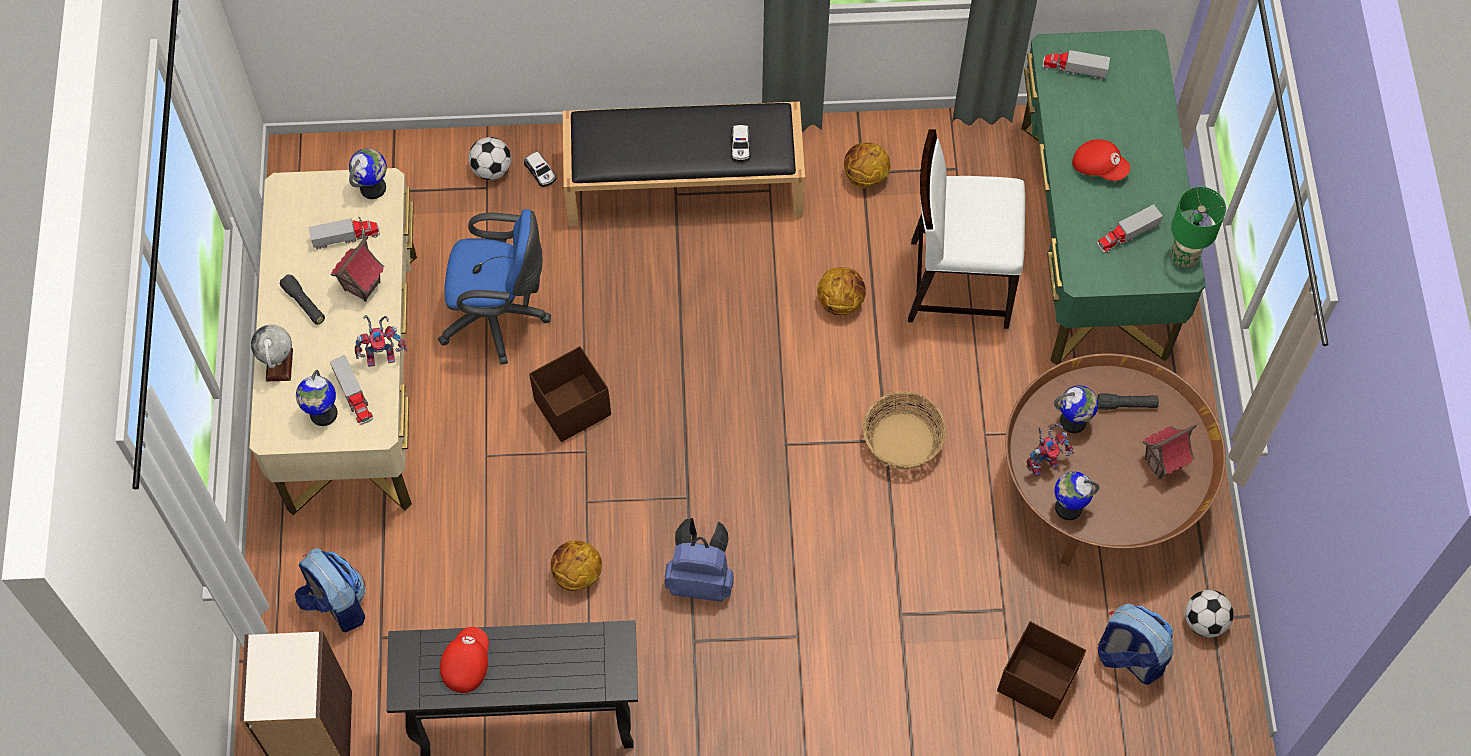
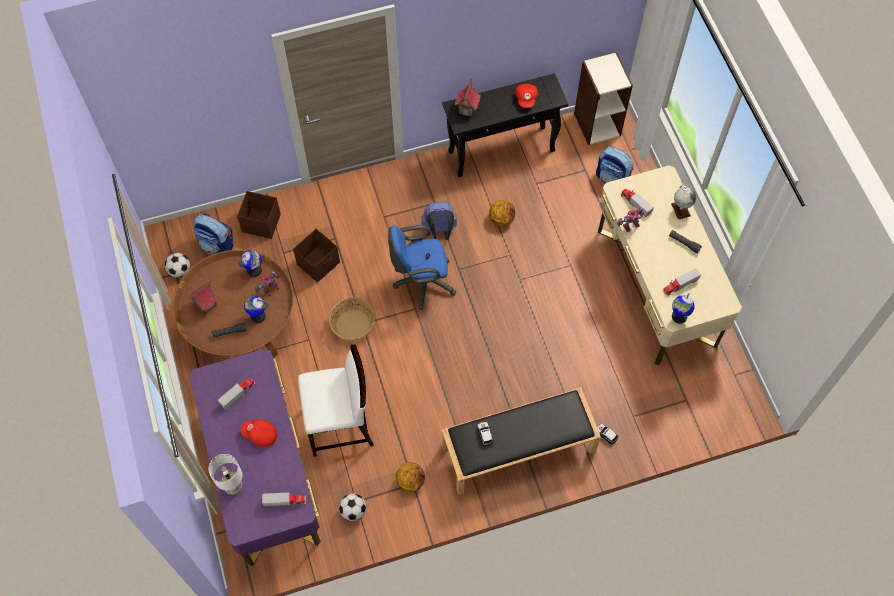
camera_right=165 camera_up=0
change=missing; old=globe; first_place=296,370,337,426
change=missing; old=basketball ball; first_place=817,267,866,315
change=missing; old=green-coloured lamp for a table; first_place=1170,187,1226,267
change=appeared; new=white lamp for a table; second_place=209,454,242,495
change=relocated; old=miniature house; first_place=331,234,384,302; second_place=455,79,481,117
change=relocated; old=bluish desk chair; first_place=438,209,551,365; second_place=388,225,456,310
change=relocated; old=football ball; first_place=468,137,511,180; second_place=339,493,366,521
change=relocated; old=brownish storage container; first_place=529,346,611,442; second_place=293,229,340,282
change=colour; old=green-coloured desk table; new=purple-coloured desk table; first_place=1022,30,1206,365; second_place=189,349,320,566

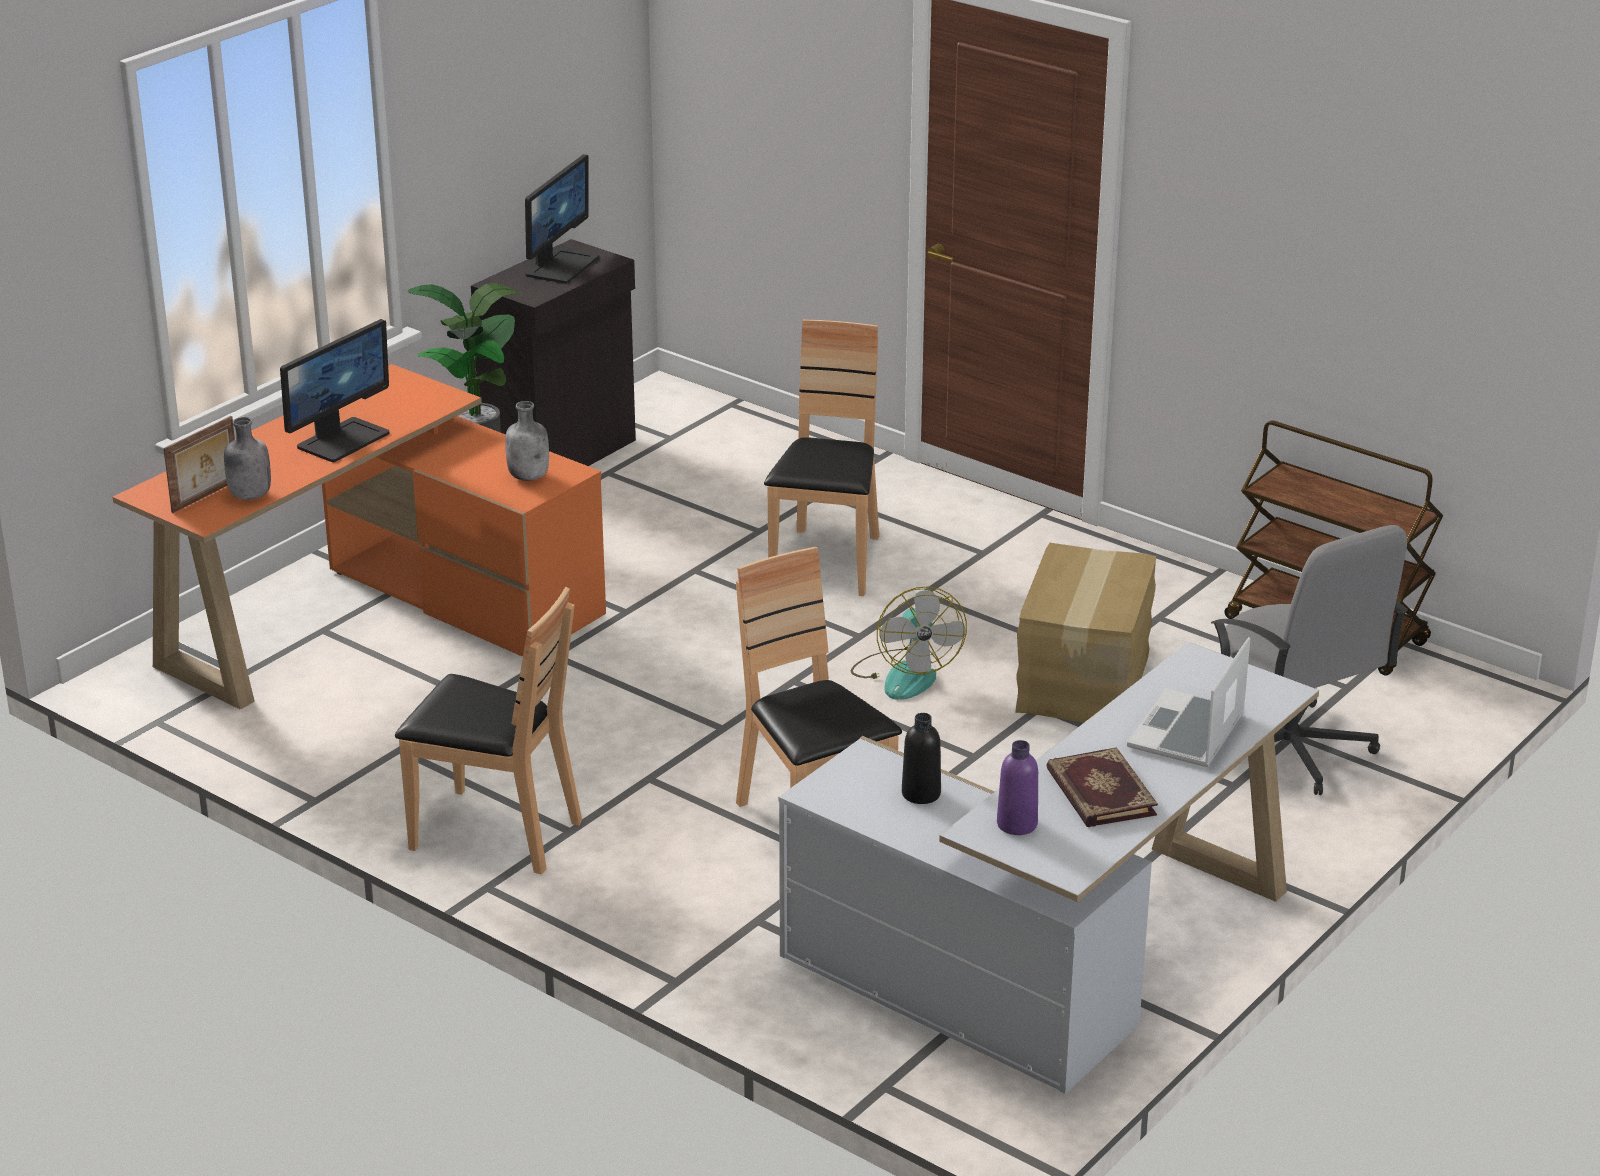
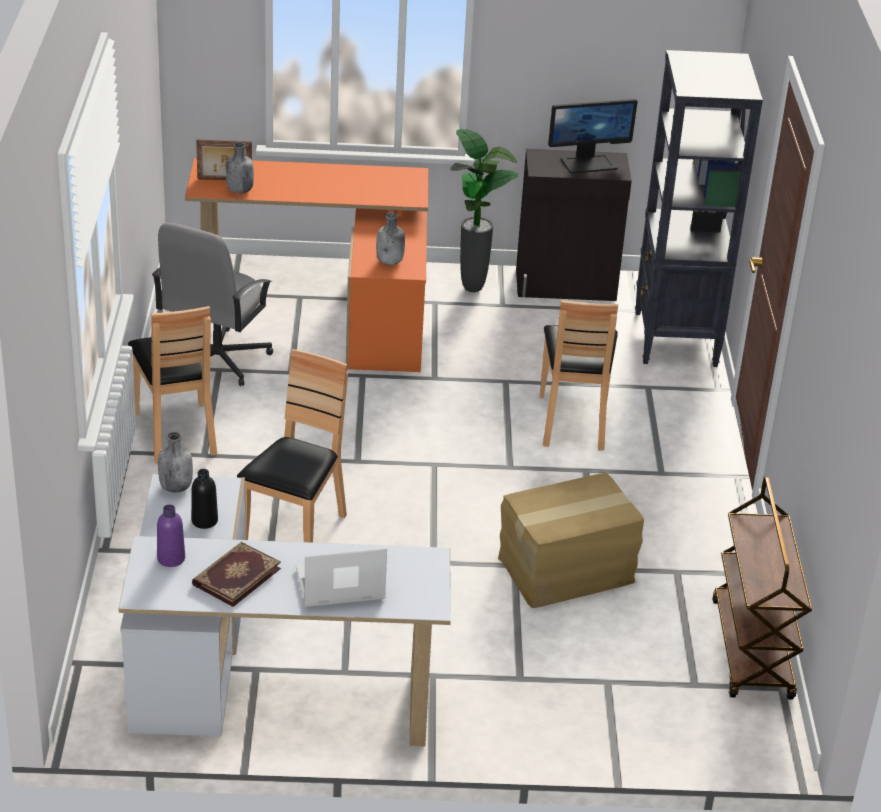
camera_right=50 camera_up=5
change=missing; old=computer display; first_place=280,319,389,462
change=missing; old=cooling fan; first_place=851,586,967,700
change=appeared; new=grey bottle; second_place=158,432,193,493
change=appeared; new=blackish bookshelf; second_place=635,50,763,367
change=relocated; old=grey desk chair; first_place=1211,525,1408,795; second_place=152,222,273,386
change=spun; old=brownish chair; first_place=764,319,879,596; second_place=540,300,618,450; degrees=120

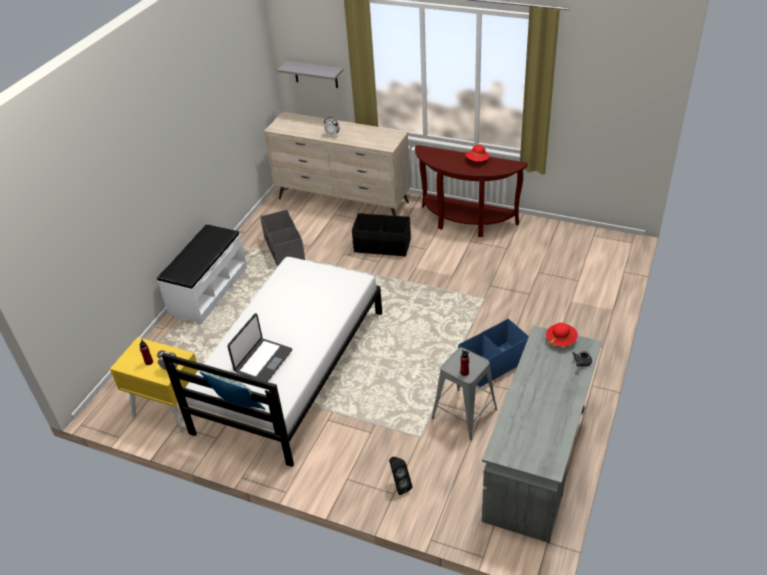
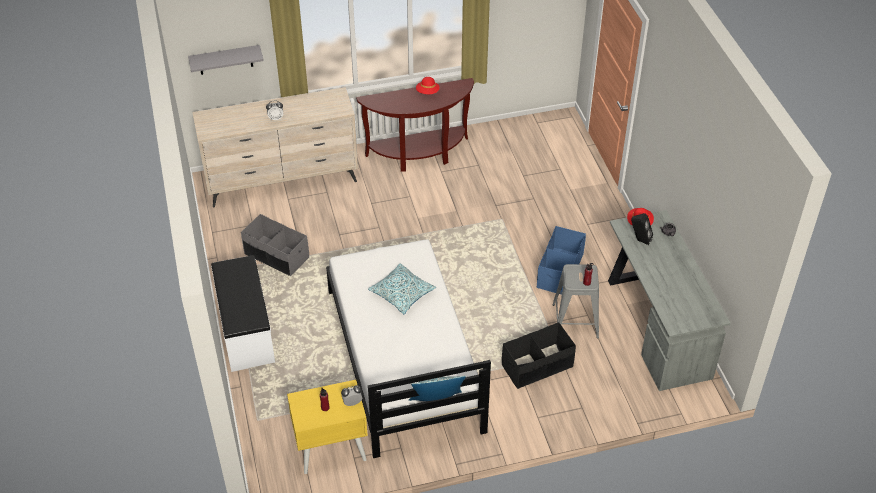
camera_right=-40 camera_up=5
change=missing; old=notebook computer; first_place=227,313,292,382
change=appeared; new=cushion; second_place=368,264,436,314
change=relocated; old=blackish storage container; first_place=352,213,411,257; second_place=502,322,576,389
change=relocated; old=blackish loudspeaker; first_place=389,457,412,495; second_place=631,213,653,245

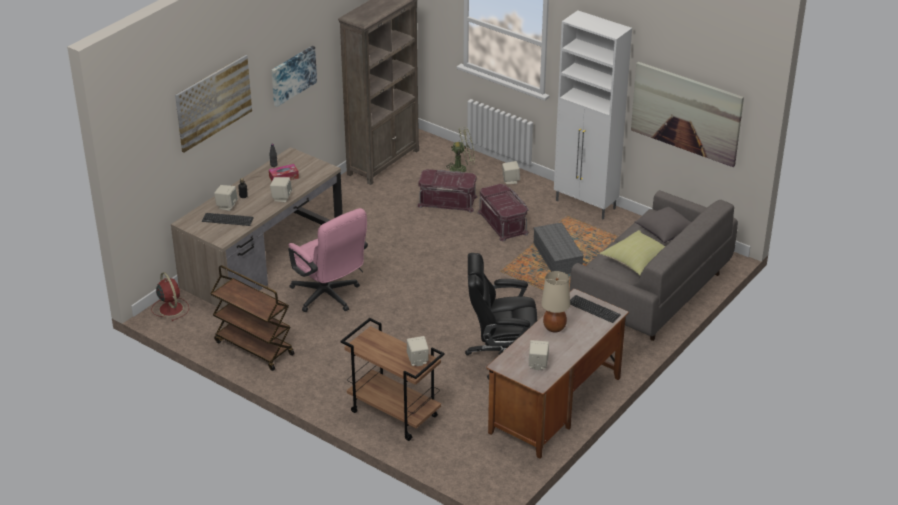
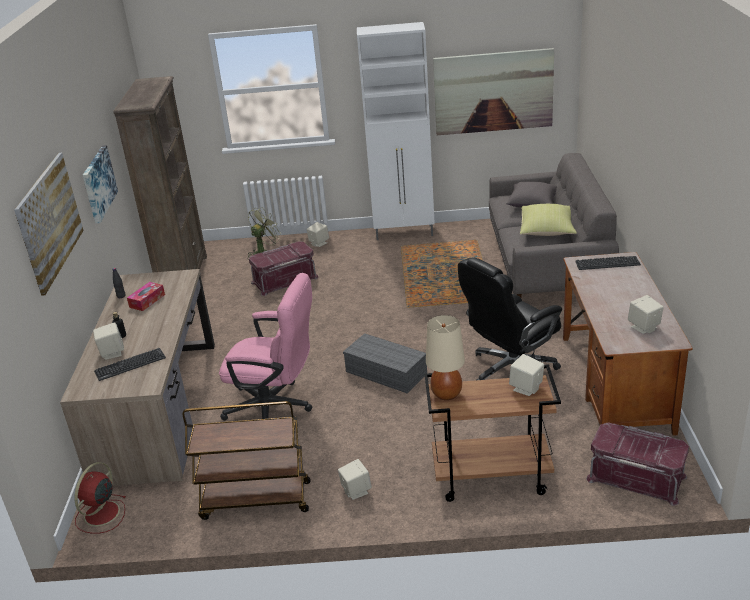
camera_right=-35 camera_up=-5
change=relocated; old=sand-coloured loudspeaker; first_place=270,177,292,202; second_place=338,459,372,500
change=relocated; old=red storage container; first_place=477,184,529,242; second_place=586,422,689,506
change=relocated; old=grey storage container; first_place=534,222,584,274; second_place=343,333,427,393
change=relocated; old=sand-coloured lamp for a table; first_place=541,271,570,333; second_place=426,315,465,400
change=spun; old=red cooling fan; first_place=151,272,189,321; second_place=74,462,126,534; degrees=-90

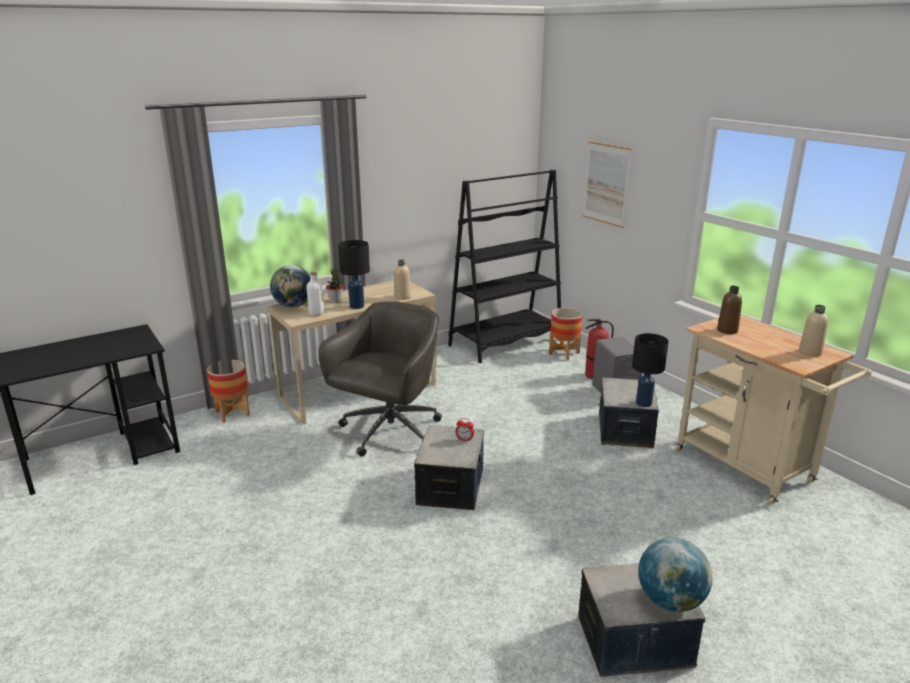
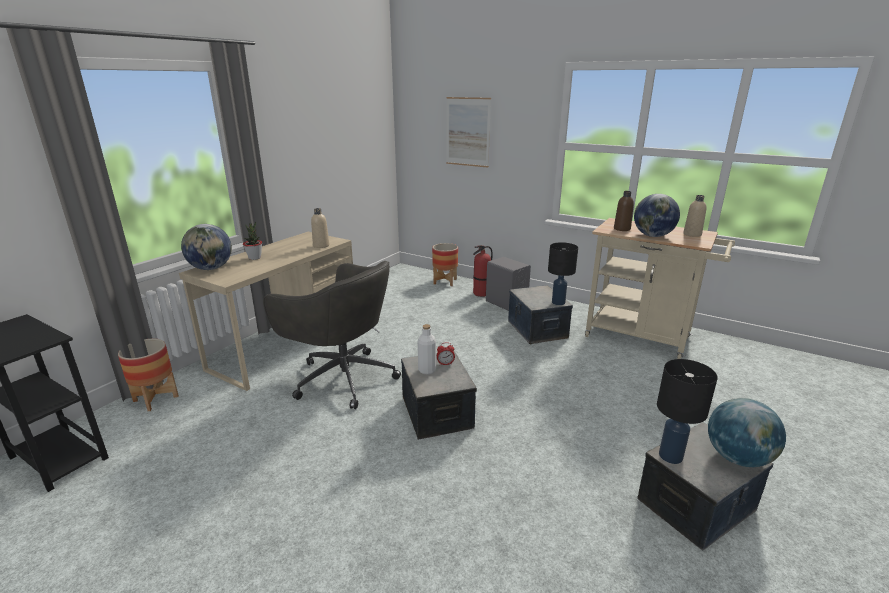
camera_right=-25 camera_up=0
change=missing; old=blackish bookshelf; first_place=448,170,561,363
change=appeared; new=globe; second_place=634,194,680,237
change=relocated; old=white bottle; first_place=306,272,324,316; second_place=418,324,436,374
change=relocated; old=blackish lamp for a table; first_place=338,240,370,309; second_place=657,359,718,464
change=spun; old=grey desk chair; first_place=318,301,442,456; second_place=263,261,401,409; degrees=120

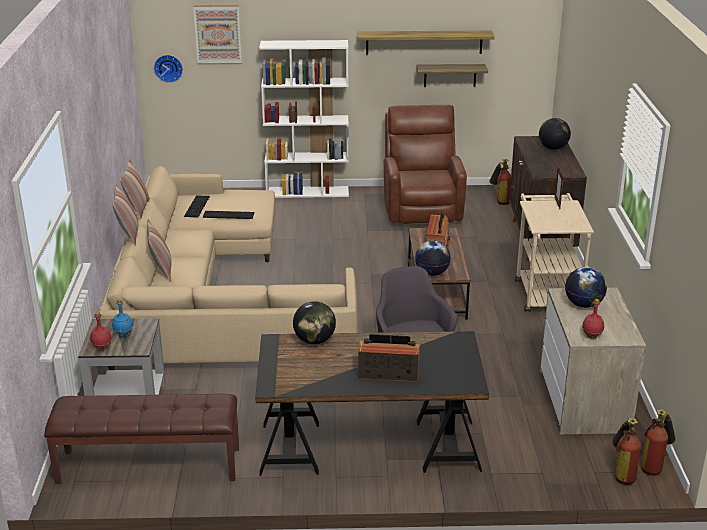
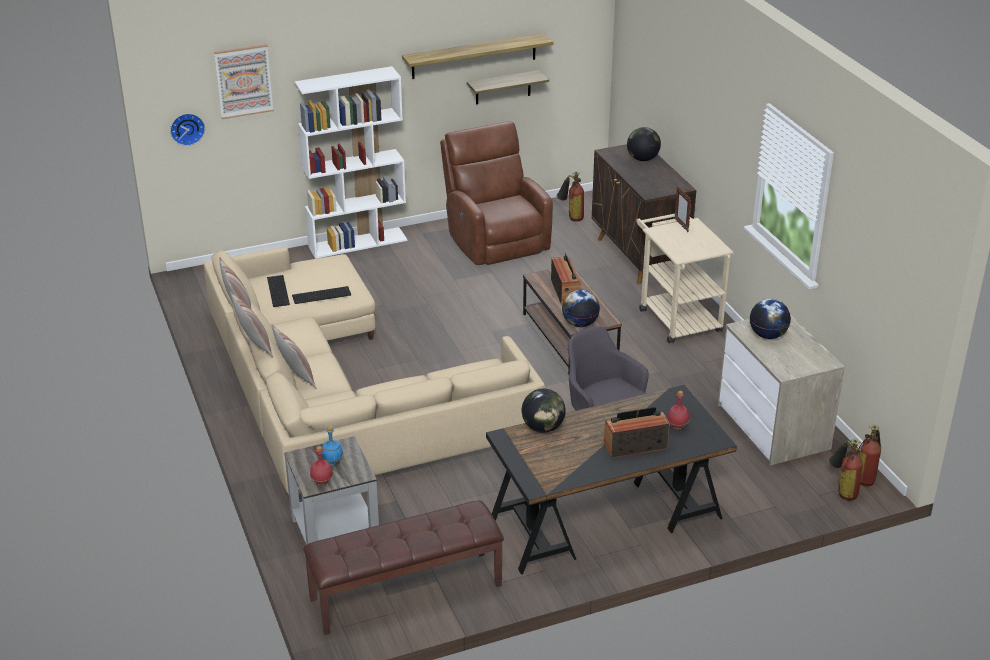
camera_right=-20 camera_up=5
change=relocated; old=red bottle; first_place=582,299,604,339; second_place=667,391,689,430

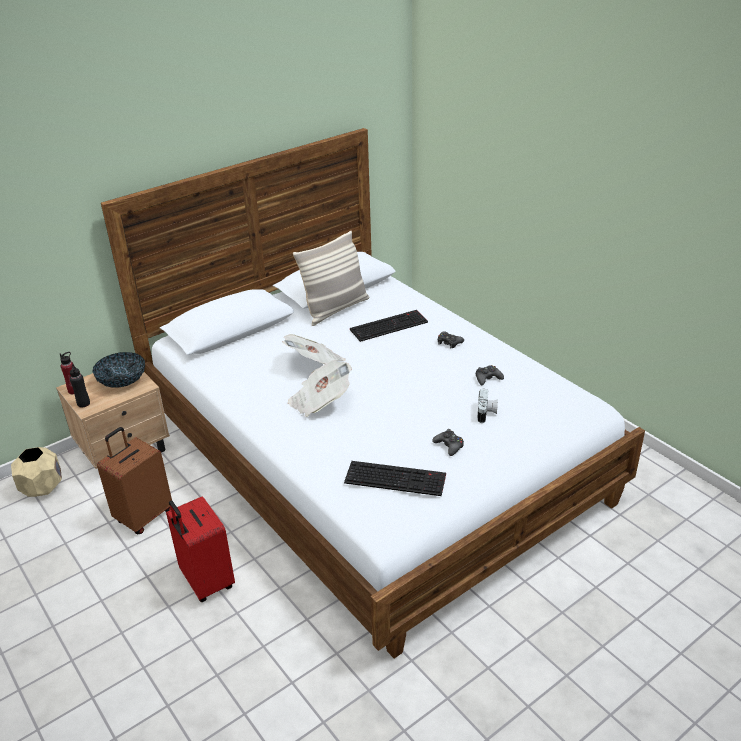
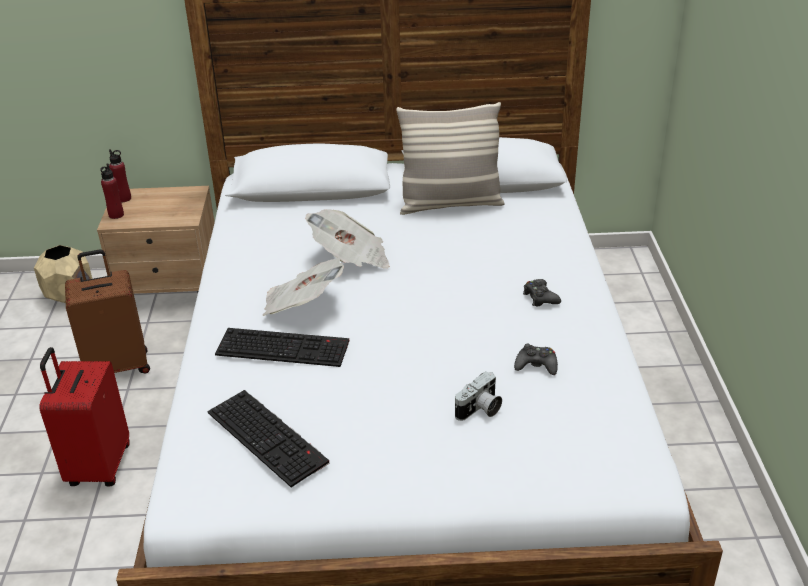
camera_right=35 camera_up=0
change=missing; old=serving bowl; first_place=92,352,145,388
change=missing; old=blackish joypad; first_place=432,429,464,456
change=relocated; old=computer keyboard; first_place=350,310,428,342; second_place=215,328,349,367
change=colour; old=blackish bottle; new=red bottle; first_place=70,364,90,408; second_place=100,163,124,219

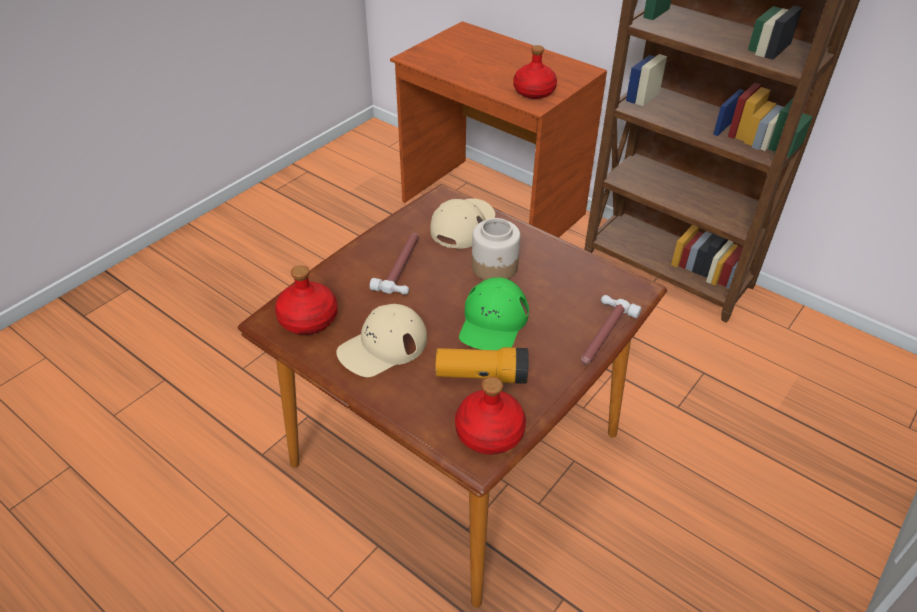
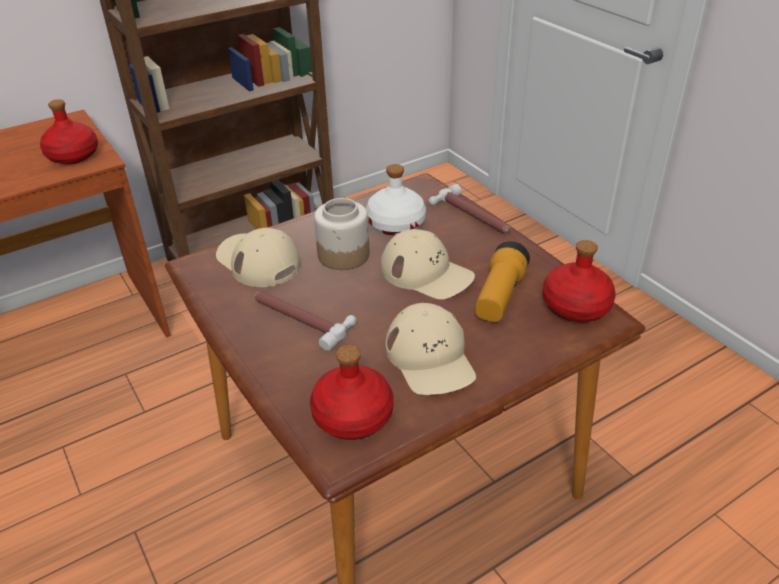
camera_right=-70 camera_up=-5
change=appeared; new=white bottle; second_place=366,164,426,235
change=colour; old=green-coloured baseball cap; new=sand-coloured baseball cap; first_place=459,277,529,350; second_place=381,229,475,300

